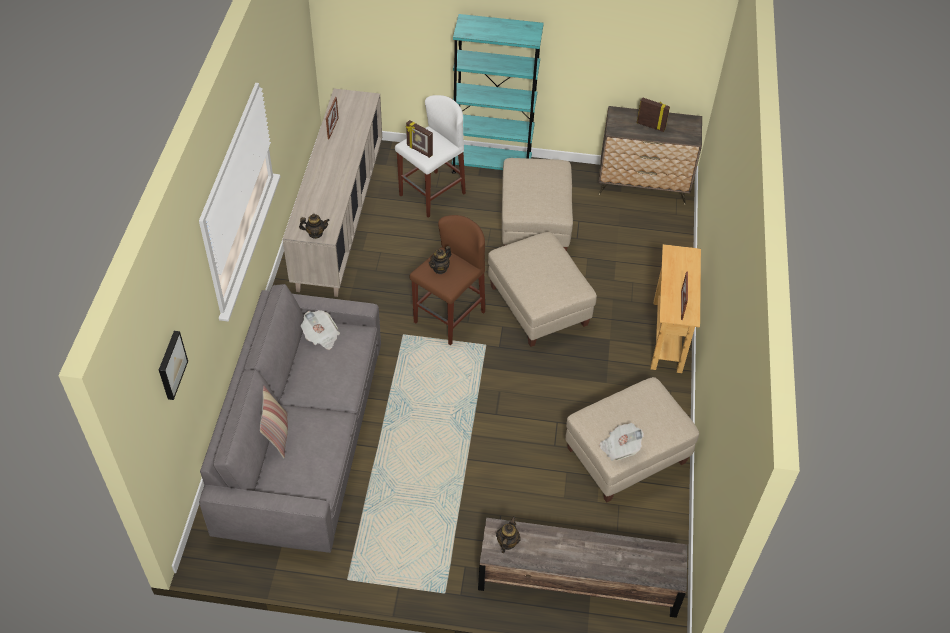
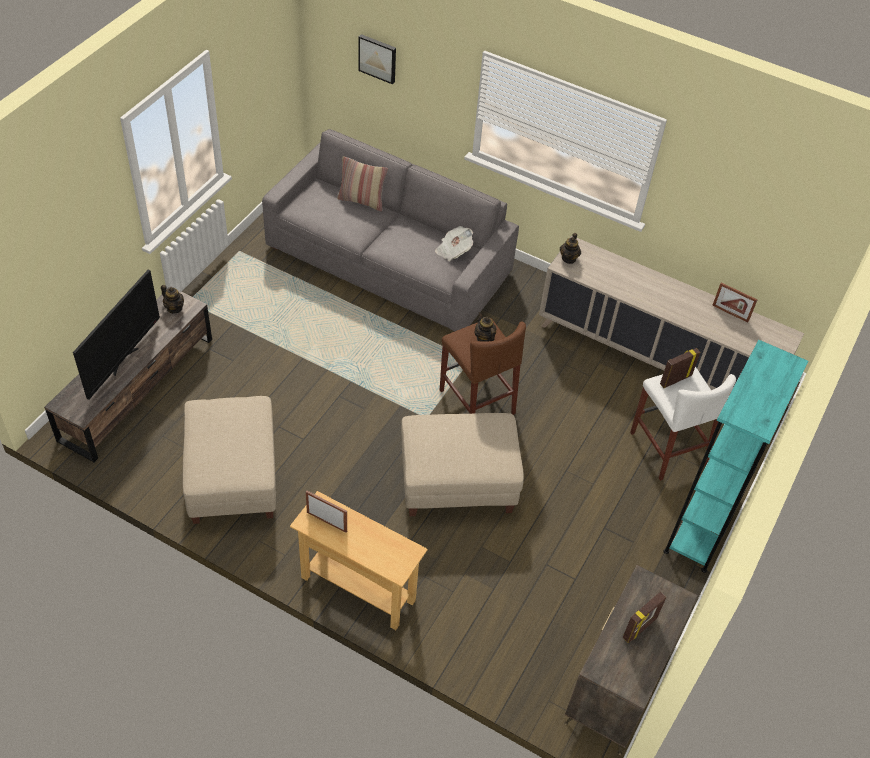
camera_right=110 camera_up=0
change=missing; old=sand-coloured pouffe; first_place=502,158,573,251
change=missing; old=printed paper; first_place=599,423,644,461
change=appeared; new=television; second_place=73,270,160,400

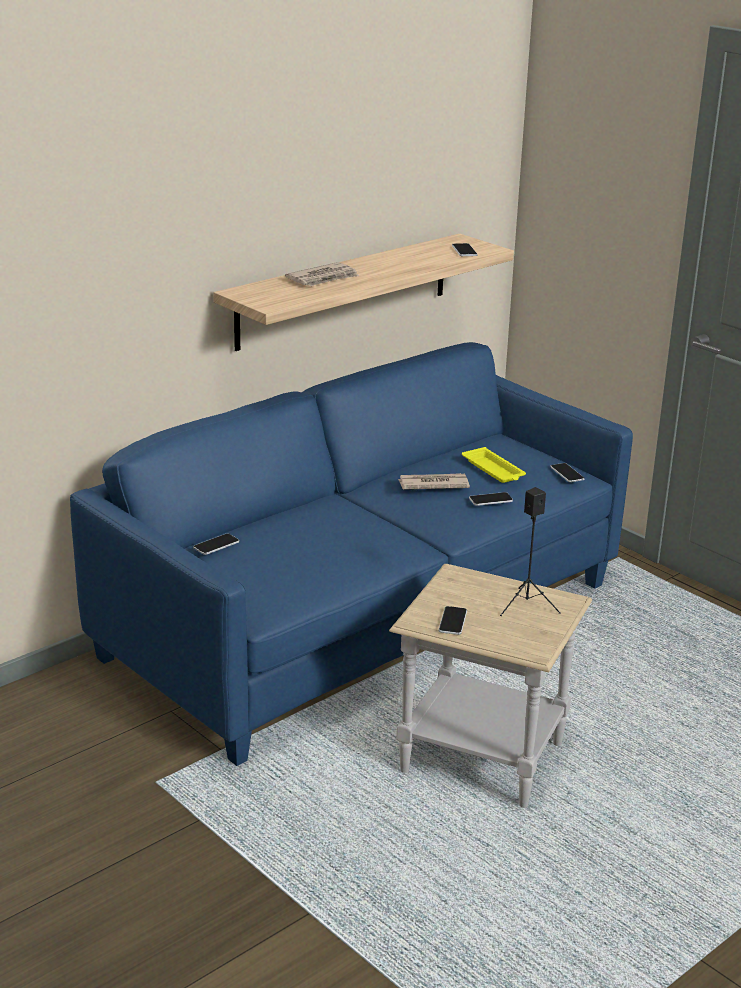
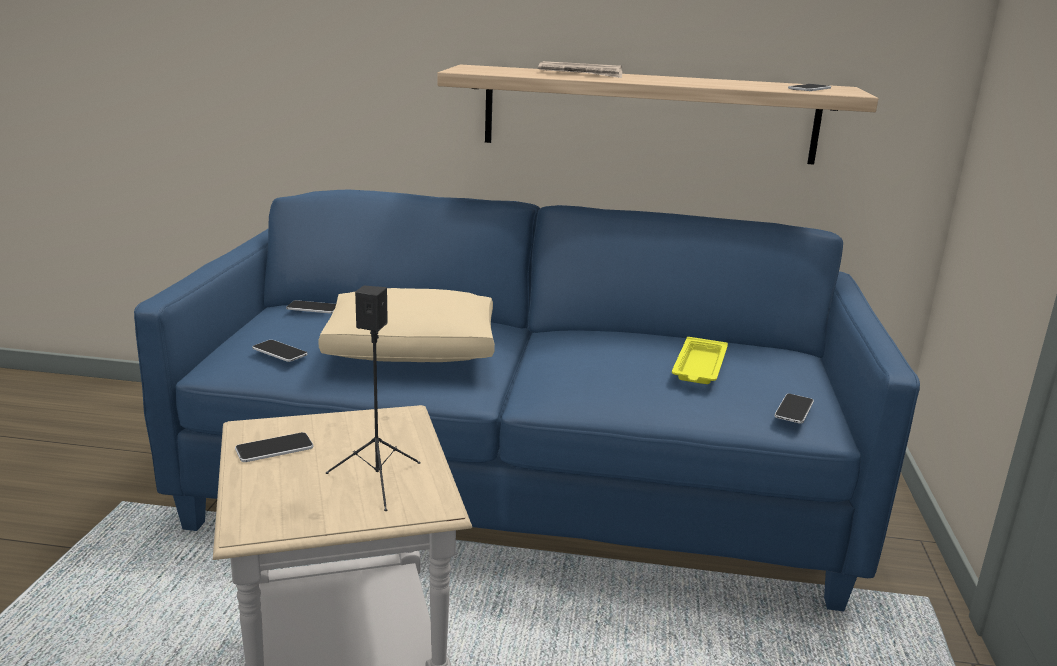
camera_right=50 camera_up=-5
change=missing; old=printed paper; first_place=398,473,470,489
change=appeared; new=sand-coloured cushion; second_place=318,288,495,362
change=relocated; old=handset; first_place=469,492,513,506; second_place=252,340,308,362

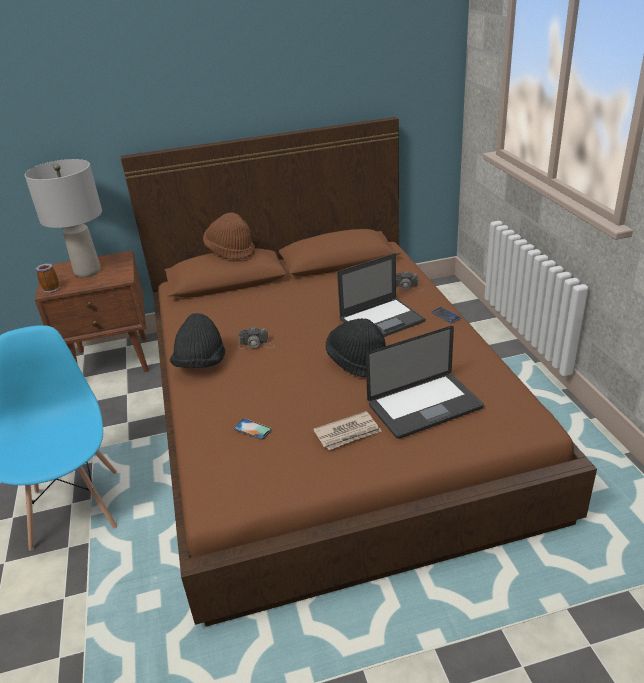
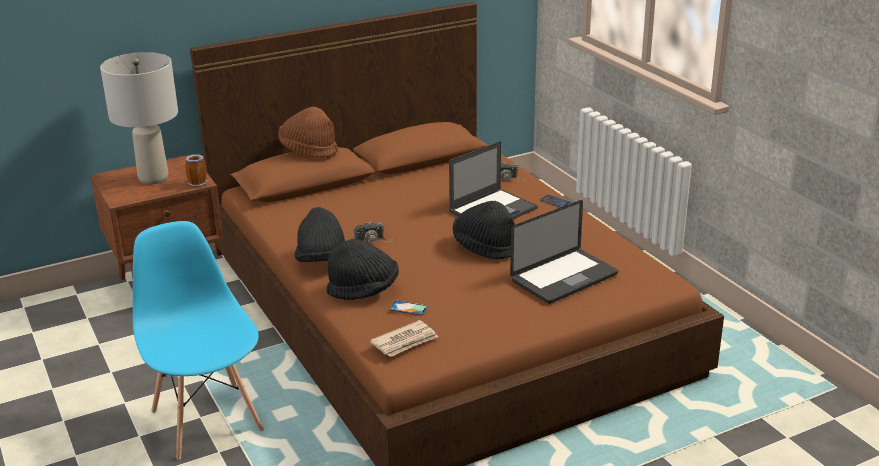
camera_right=-15 camera_up=-5
change=appeared; new=blackish hat; second_place=327,239,399,300
change=relocated; old=coffee mug; first_place=36,263,60,293; second_place=185,154,207,187
change=relocated; old=printed paper; first_place=313,411,382,450; second_place=370,320,438,357

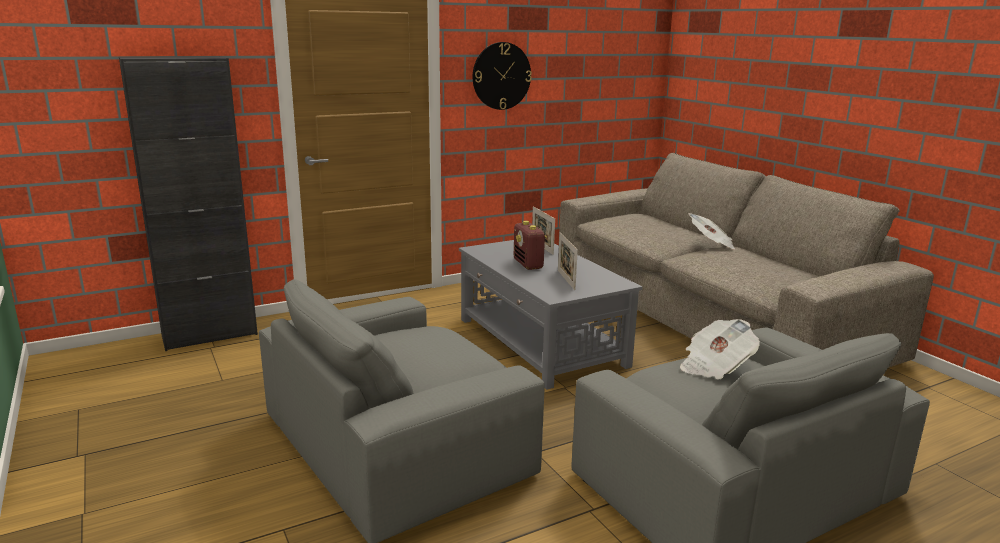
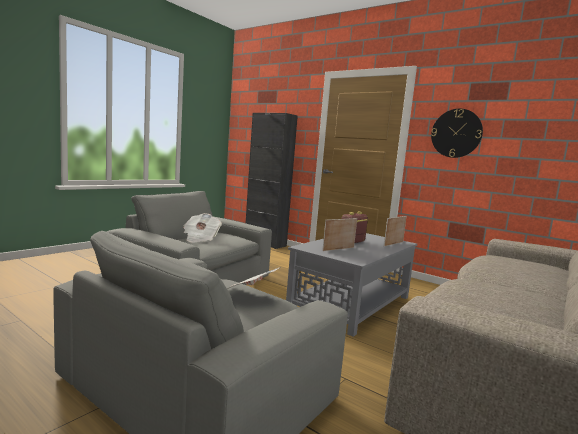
camera_right=65 camera_up=-10
change=relocated; old=printed paper; first_place=689,213,735,249; second_place=183,213,222,242

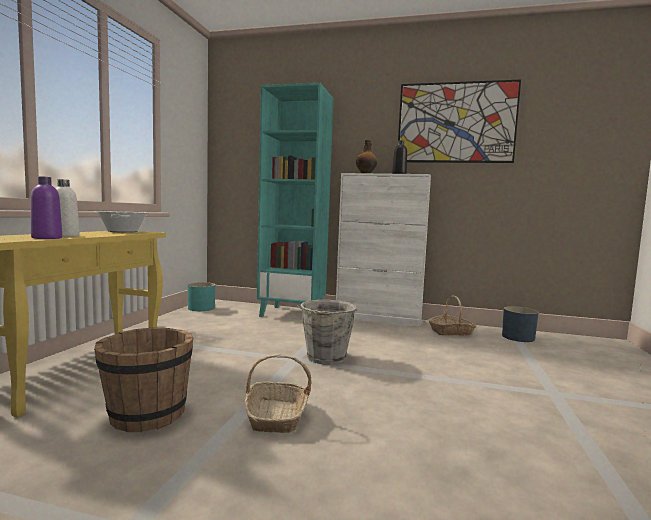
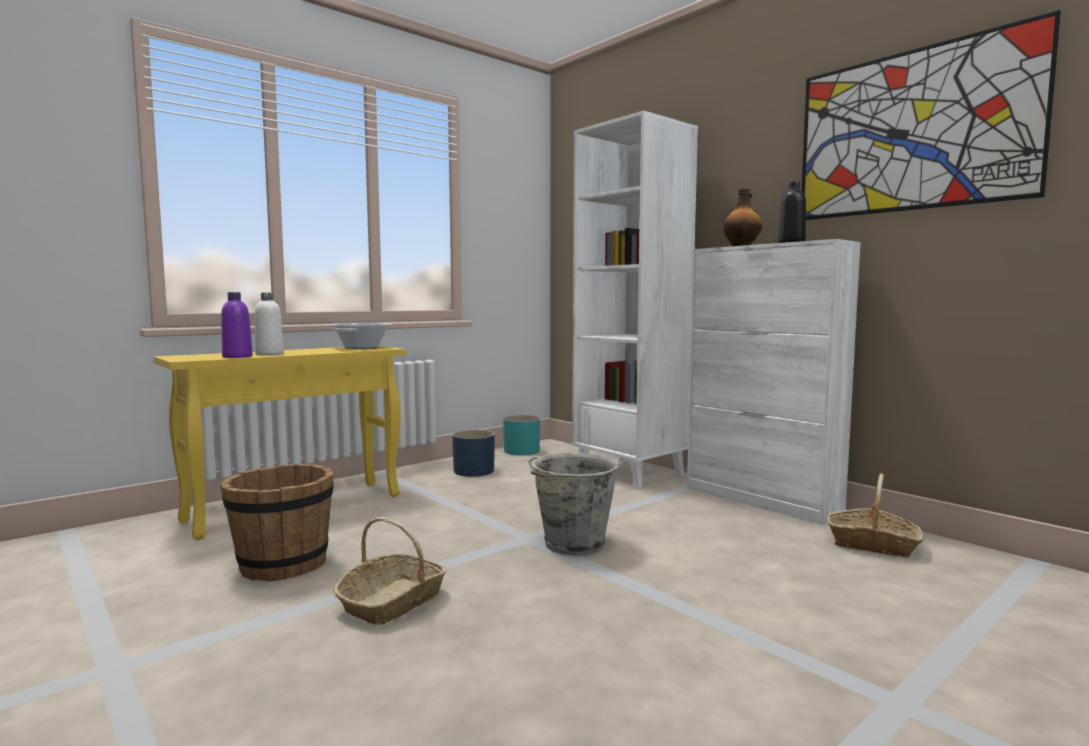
camera_right=35 camera_up=0
change=relocated; old=bluish flower pot; first_place=502,306,538,342; second_place=452,430,495,477
change=colour; old=turquoise-coloured bookshelf; new=white bookshelf; first_place=257,83,333,317; second_place=572,111,698,489

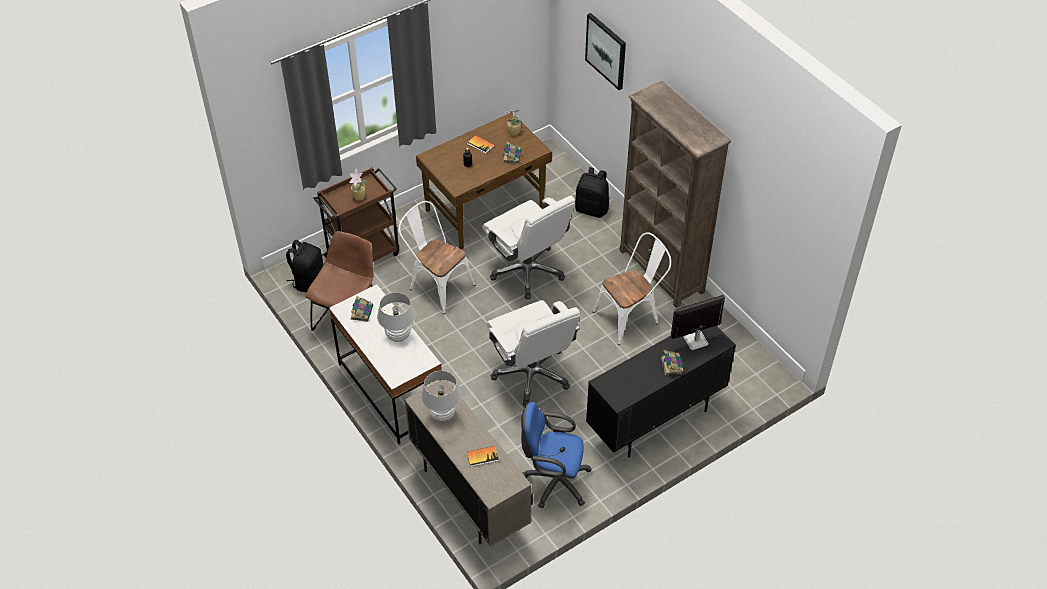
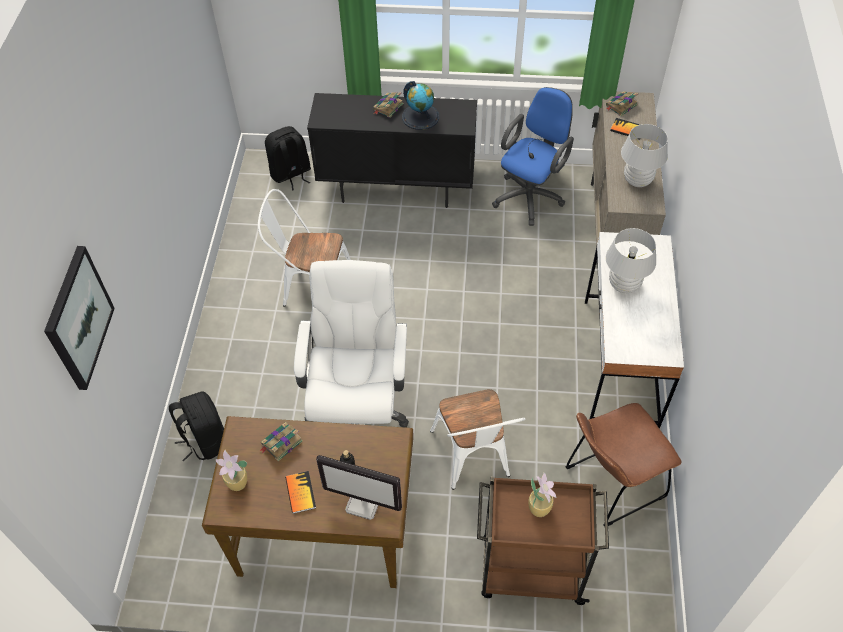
camera_right=-140 camera_up=5
change=missing; old=white desk chair; first_place=487,300,580,406
change=missing; old=brownish bookshelf; first_place=619,81,731,308
change=appeared; new=globe; second_place=402,81,439,130
change=relocated; old=blackish backpack; first_place=286,240,324,292; second_place=265,126,311,191
change=relocated; old=volume; first_place=350,296,373,322; second_place=606,91,638,116
change=relocated; old=computer display; first_place=671,295,725,350; second_place=316,455,402,520
change=spun; old=bluish desk chair; first_place=521,402,592,508; second_place=492,87,574,226; degrees=-105

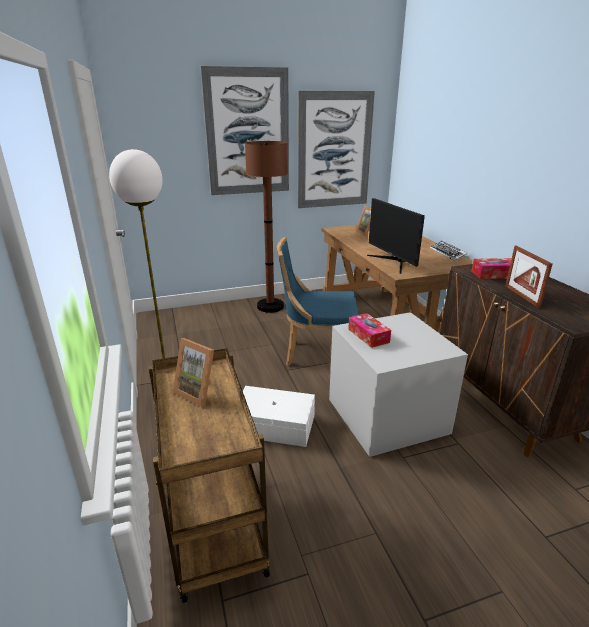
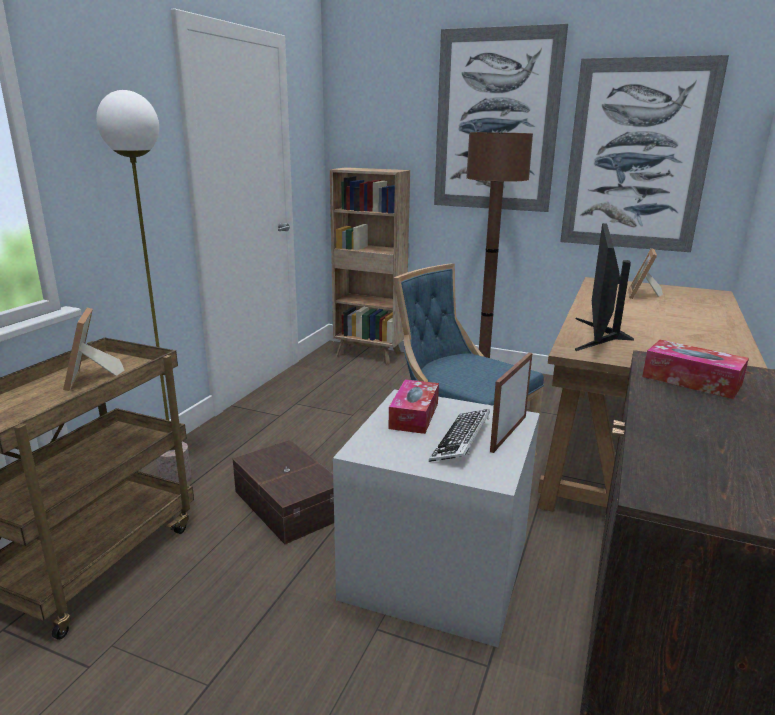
camera_right=40 camera_up=-5
change=appeared; new=brownish bookshelf; second_place=330,167,410,364
change=relocated; old=computer keyboard; first_place=430,241,468,261; second_place=429,409,490,462
change=relocated; old=photo frame; first_place=505,246,553,308; second_place=490,352,533,453
change=colour; old=white storage container; new=brownish storage container; first_place=243,386,315,447; second_place=233,440,334,544

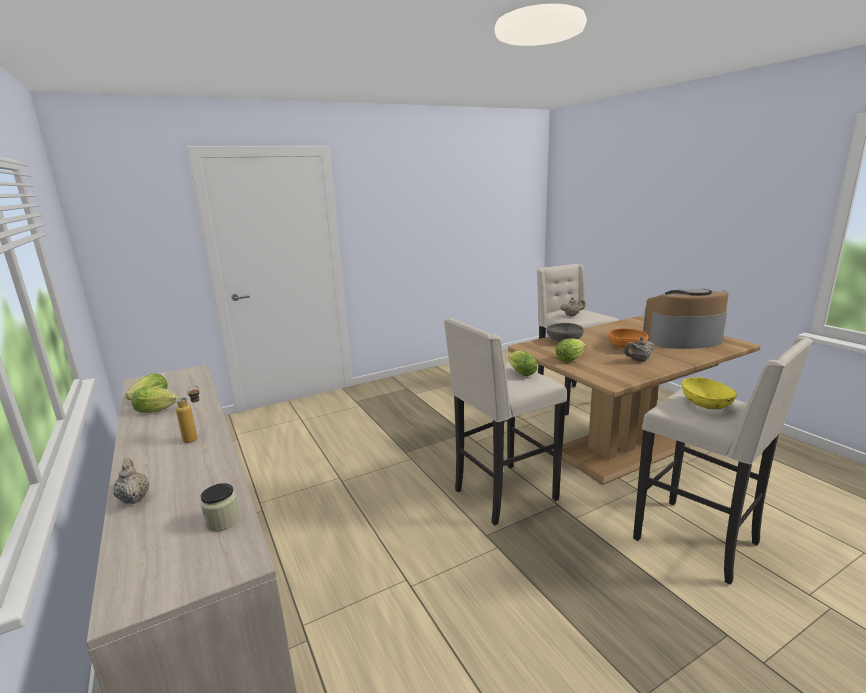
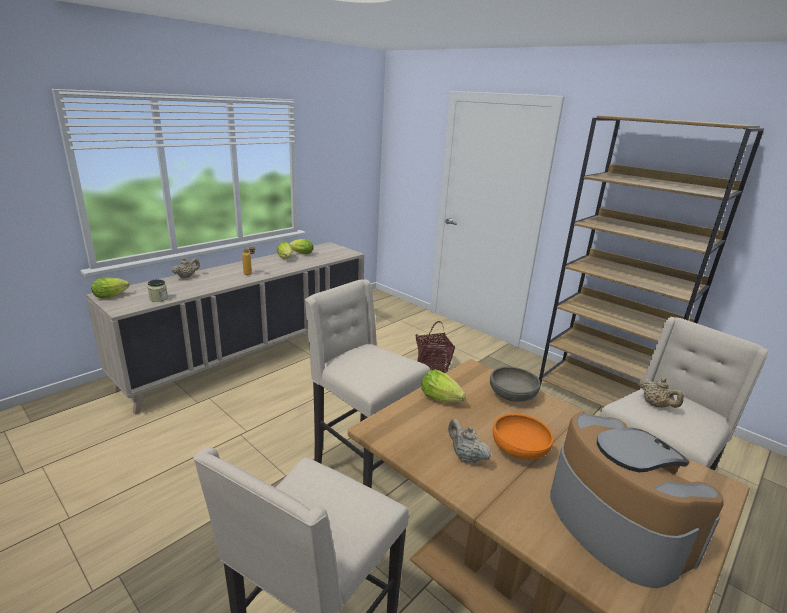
camera_right=70 camera_up=5
change=missing; old=yellowish serving bowl; first_place=682,377,737,409
change=appeared; new=household basket; second_place=416,321,455,373
change=appeared; new=brownish bookshelf; second_place=539,116,764,407
change=relocated; old=lettuce; first_place=508,351,537,376; second_place=91,277,129,299

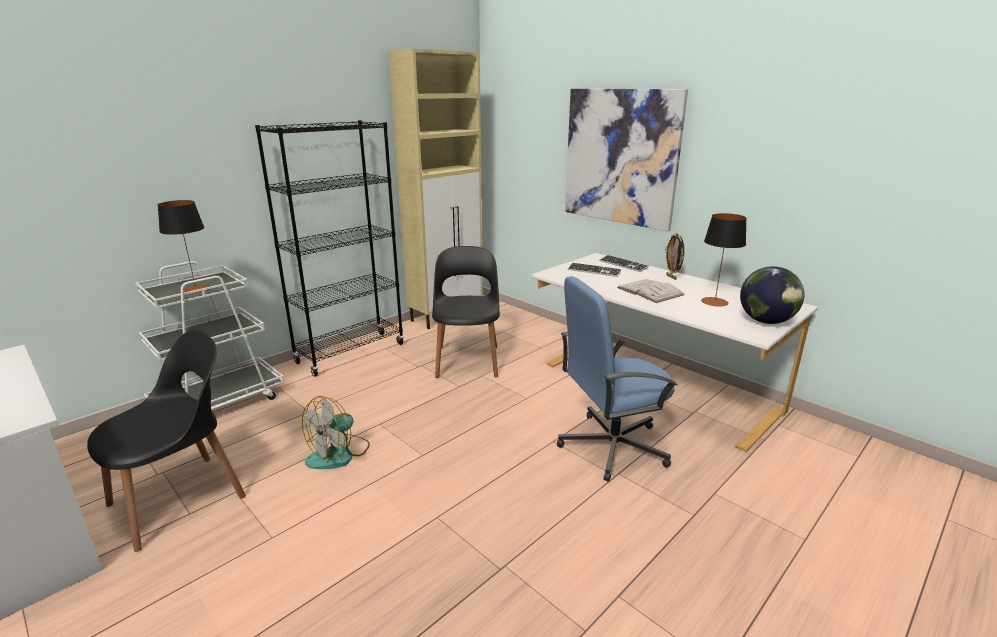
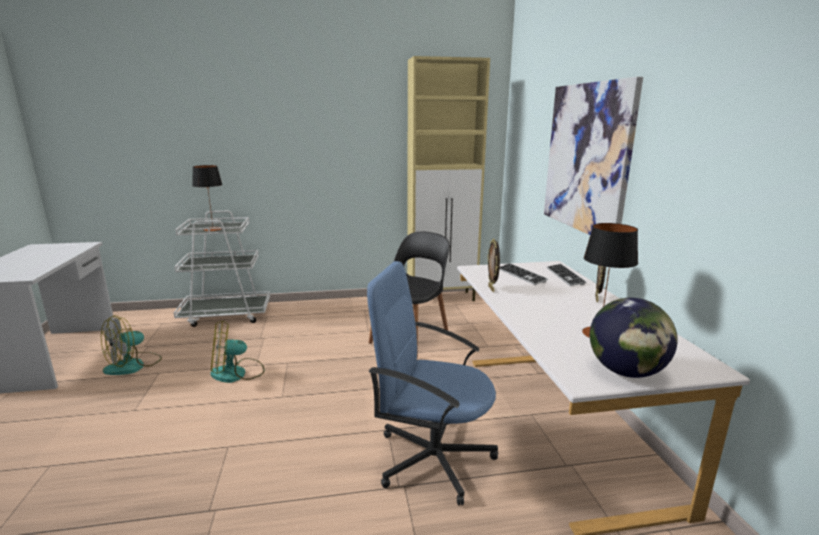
camera_right=35 camera_up=-5
change=missing; old=blackish bookshelf; first_place=255,120,404,377
change=missing; old=white volume; first_place=617,279,685,303
change=appeared; new=photo frame; second_place=488,239,500,292
change=exchanged; old=blackish chair; new=cooling fan; first_place=87,330,246,552; second_place=101,316,162,375

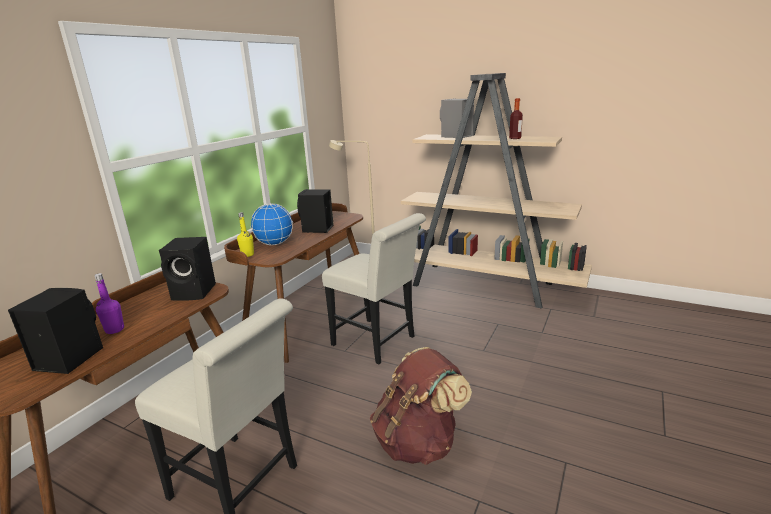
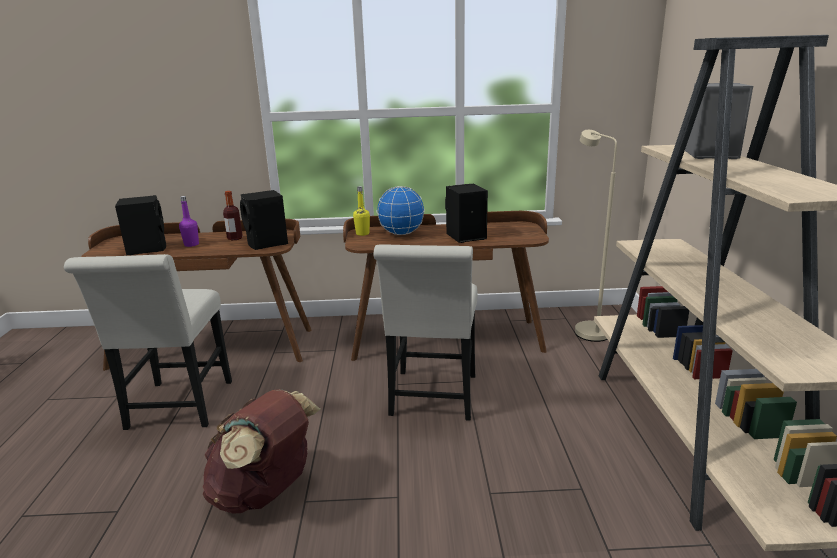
camera_right=60 camera_up=0
change=relocated; old=bottle; first_place=509,98,523,139; second_place=223,191,243,240

